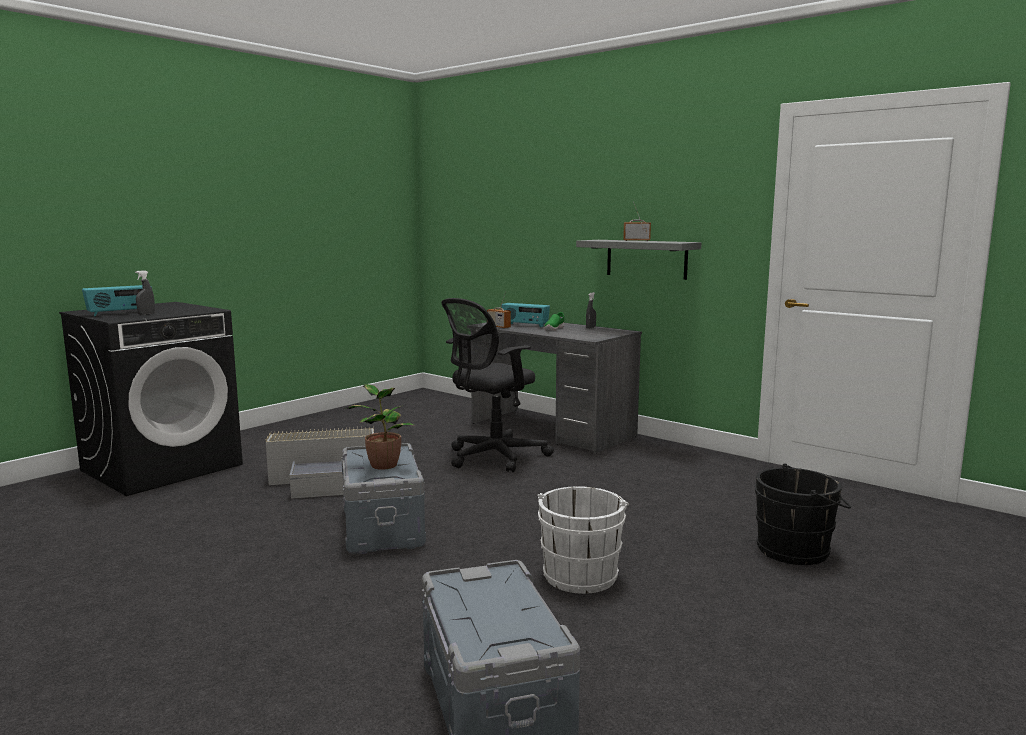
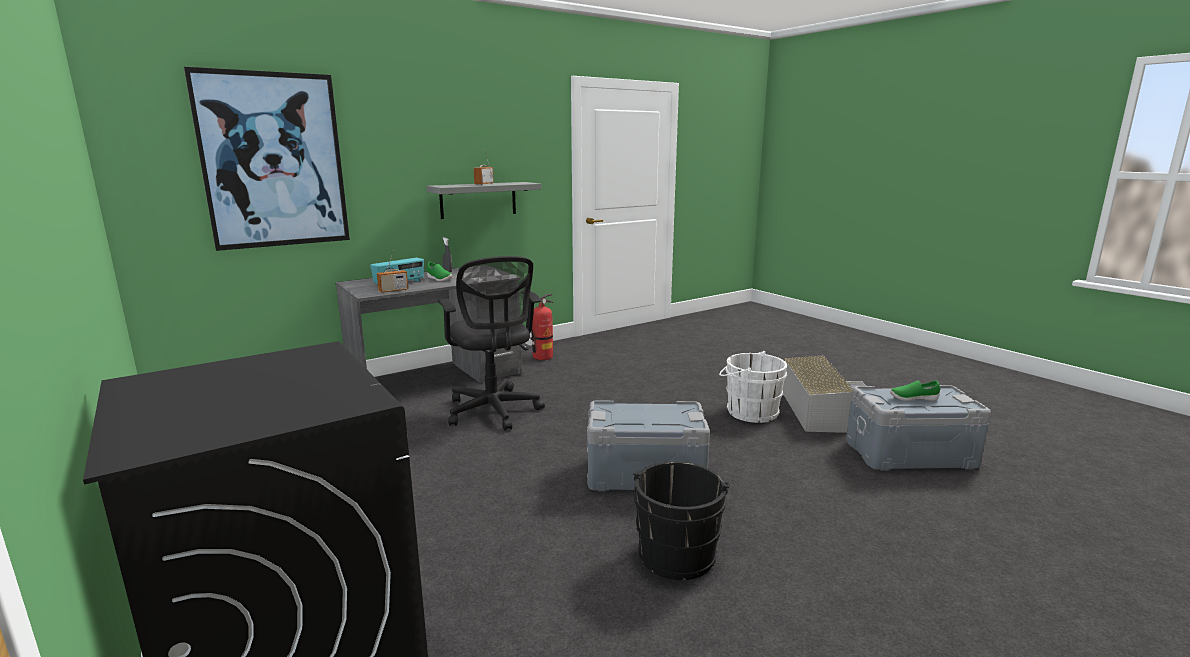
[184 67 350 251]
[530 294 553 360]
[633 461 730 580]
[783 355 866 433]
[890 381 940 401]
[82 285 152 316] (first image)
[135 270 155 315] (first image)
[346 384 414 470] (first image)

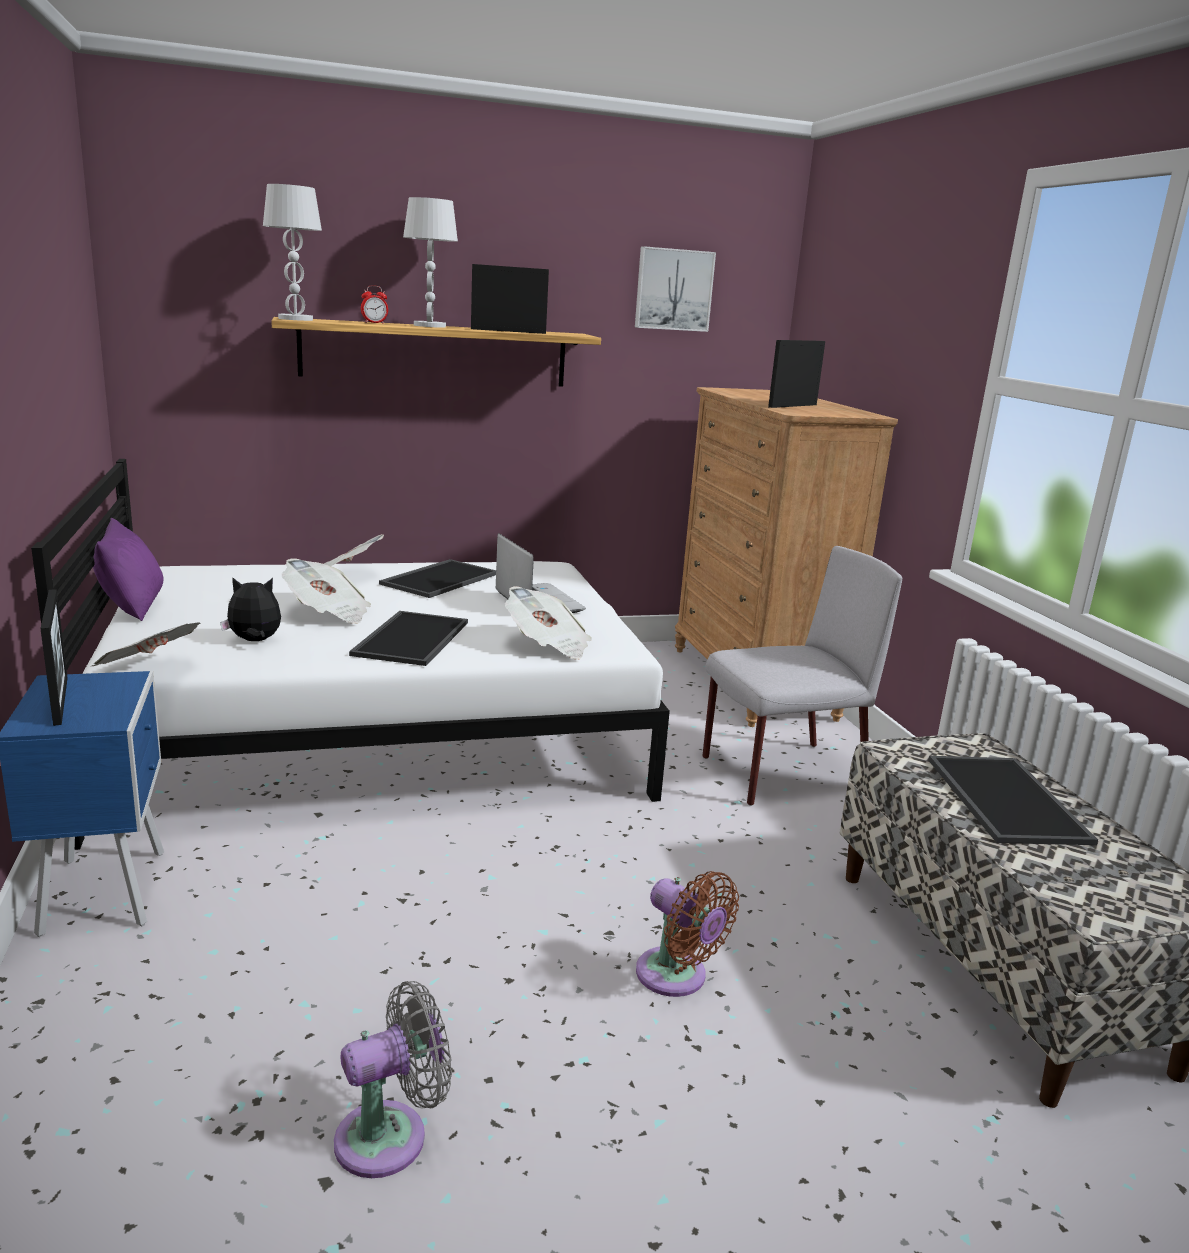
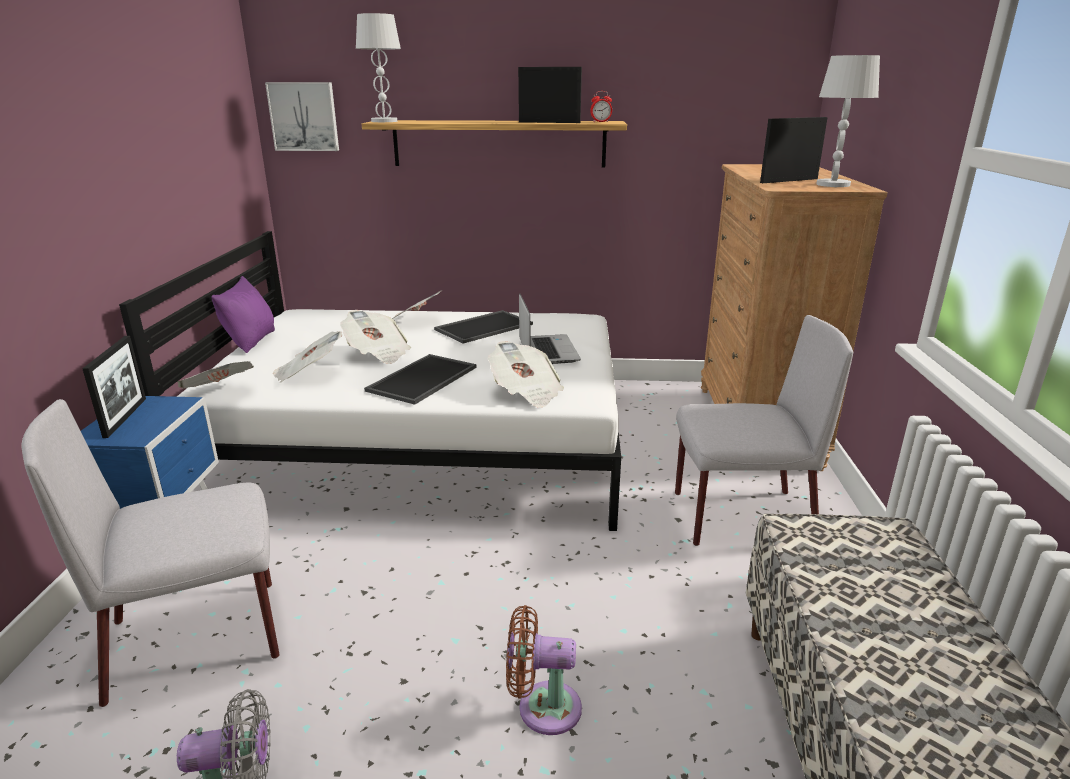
[21 399 280 707]
[265 82 339 151]
[273 331 342 383]
[506 605 582 735]
[590 91 612 122]
[817 55 880 187]
[928 756 1098 845] (first image)

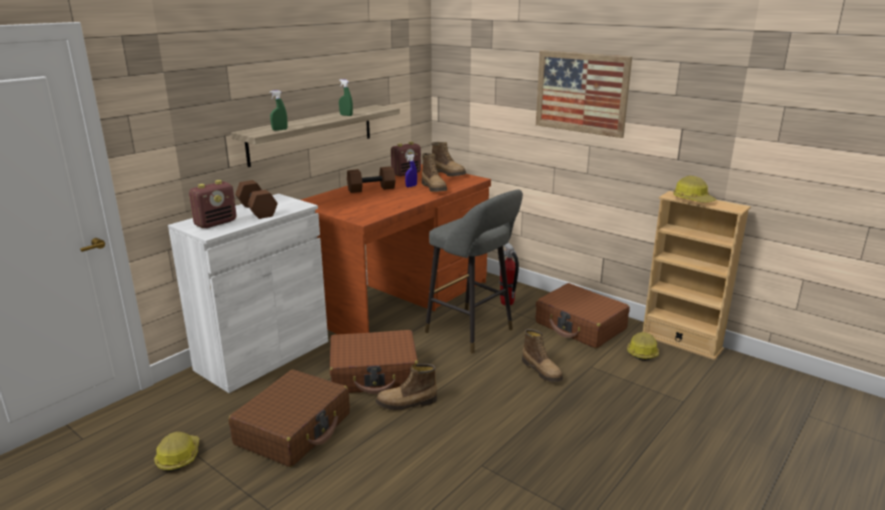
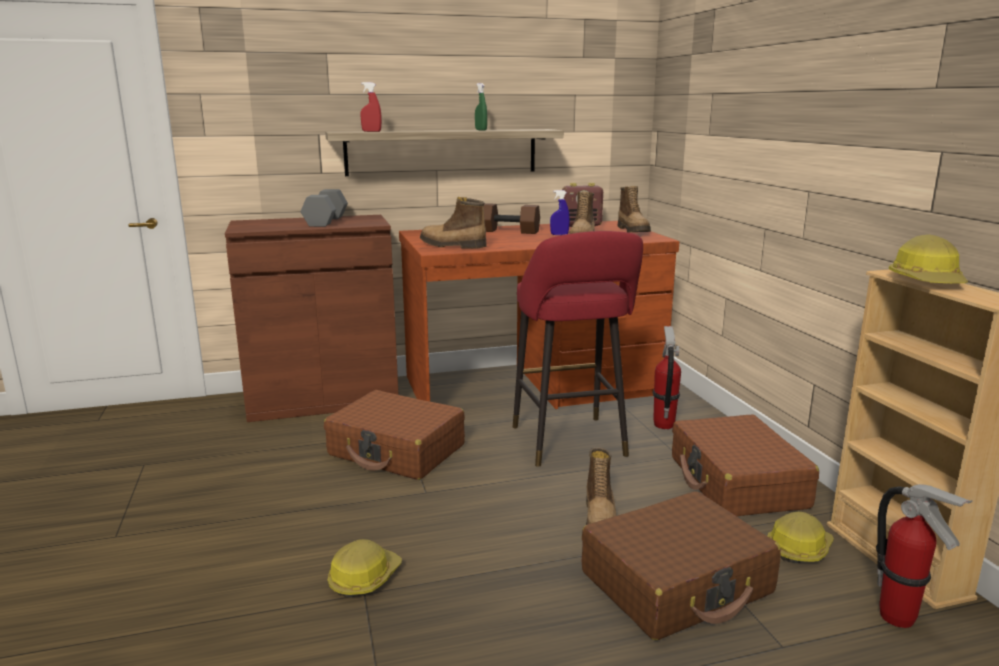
[225 215 399 422]
[301 189 348 227]
[327 539 402 597]
[360 82 382 132]
[420 197 487 249]
[513 231 643 467]
[582 491 781 640]
[877 484 972 628]
[189 180 237 228] (first image)
[536 50 632 138] (first image)

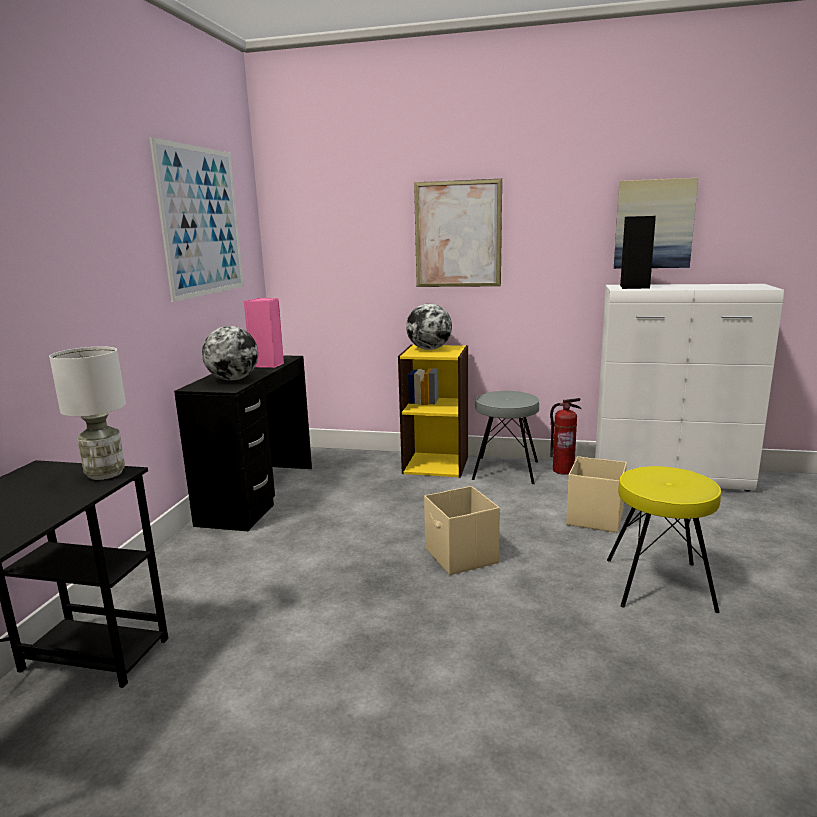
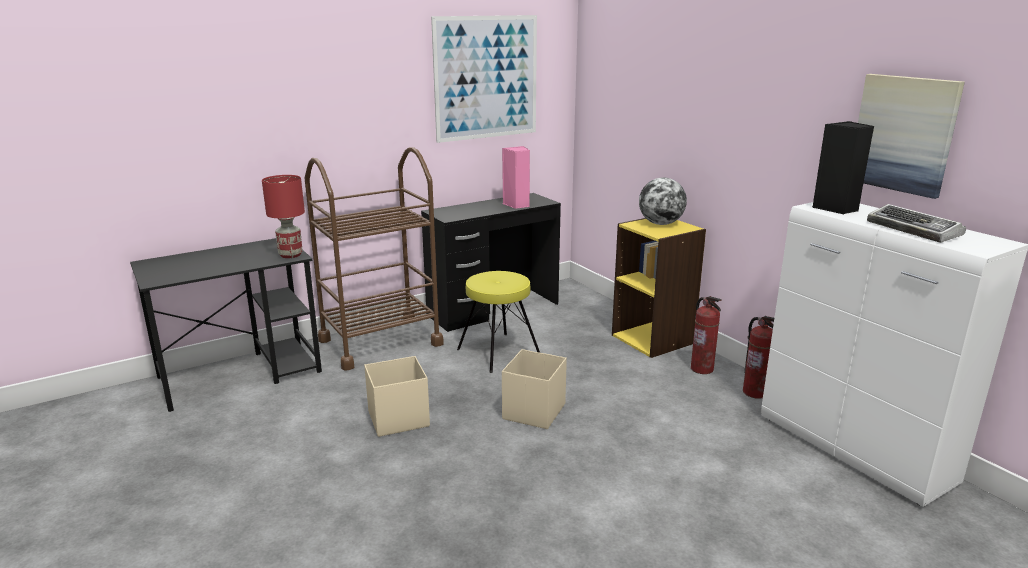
[262 175 305 258]
[305 147 444 371]
[364 356 430 437]
[457 271 540 373]
[691 296 722 374]
[867 204 966 243]
[202 326 258 381] (first image)
[414 179 502 287] (first image)

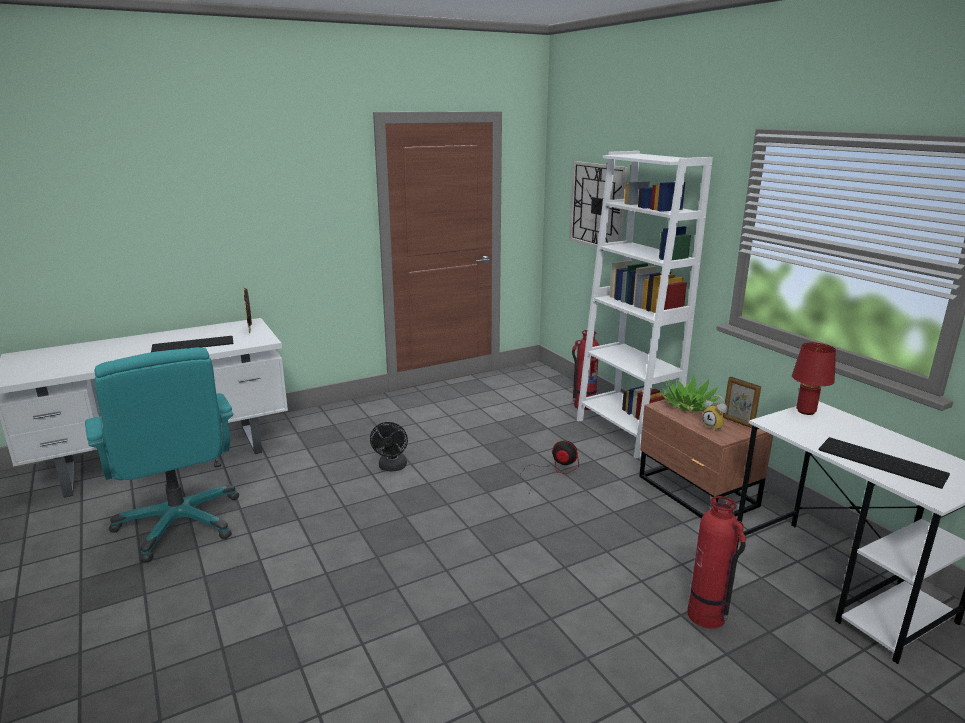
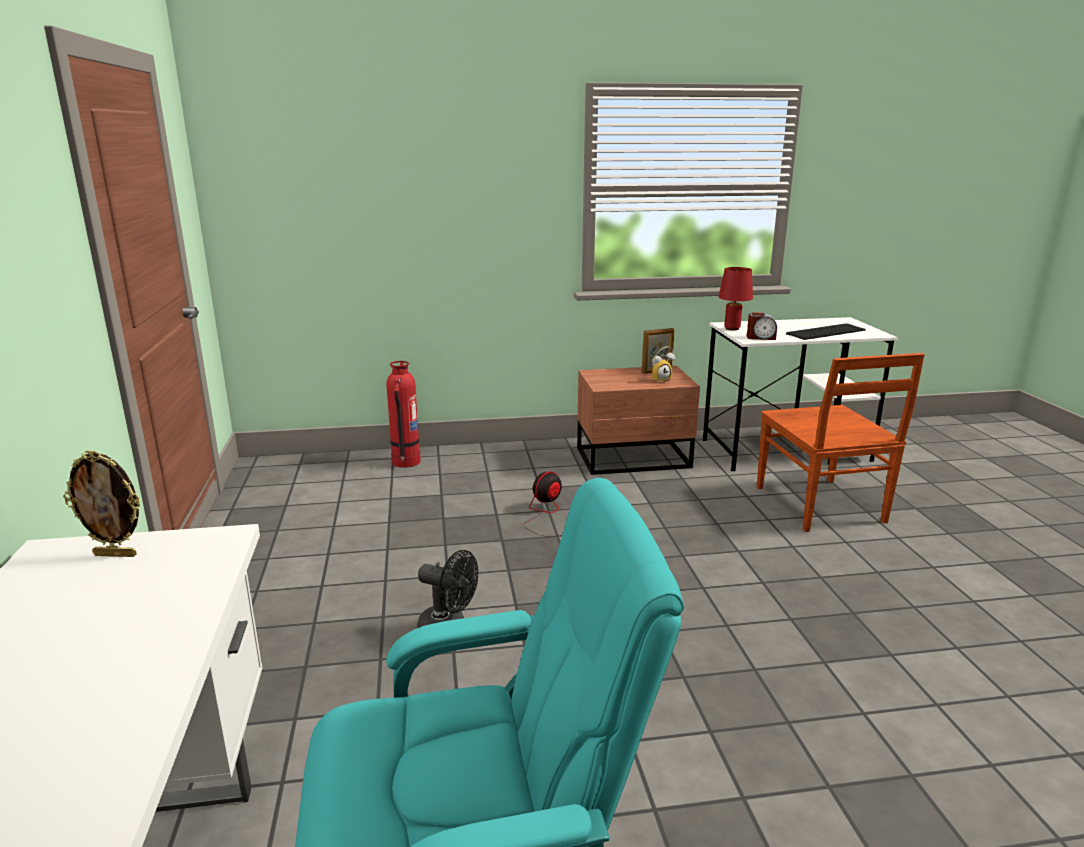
[747 312 777 340]
[757 353 925 532]
[151 336 233 352] (first image)
[570 161 628 248] (first image)
[577 151 713 458] (first image)
[660 375 721 412] (first image)

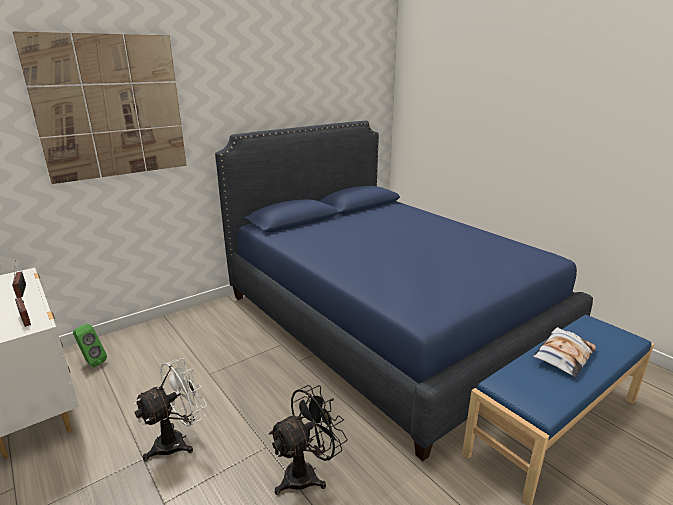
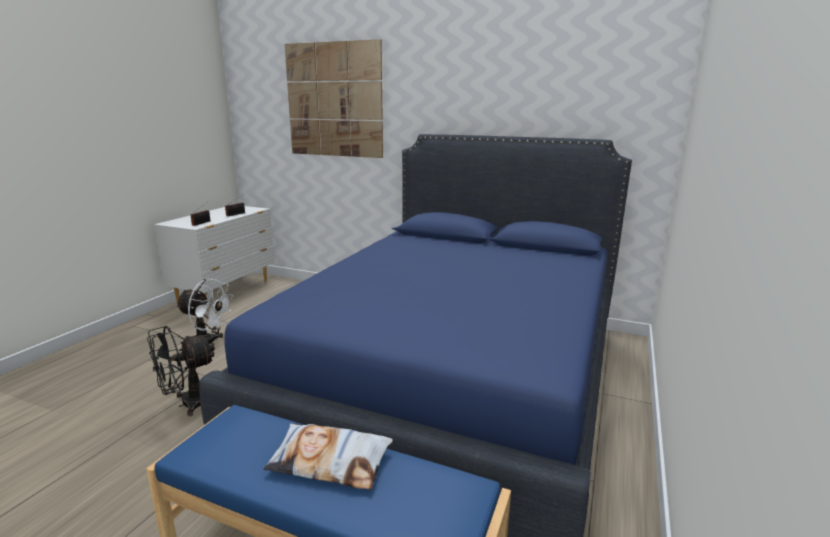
[147 326 215 416]
[73 324 107 367] (first image)

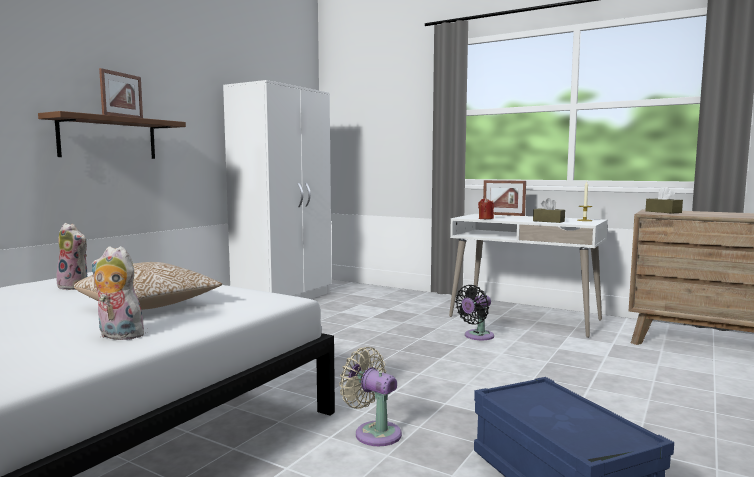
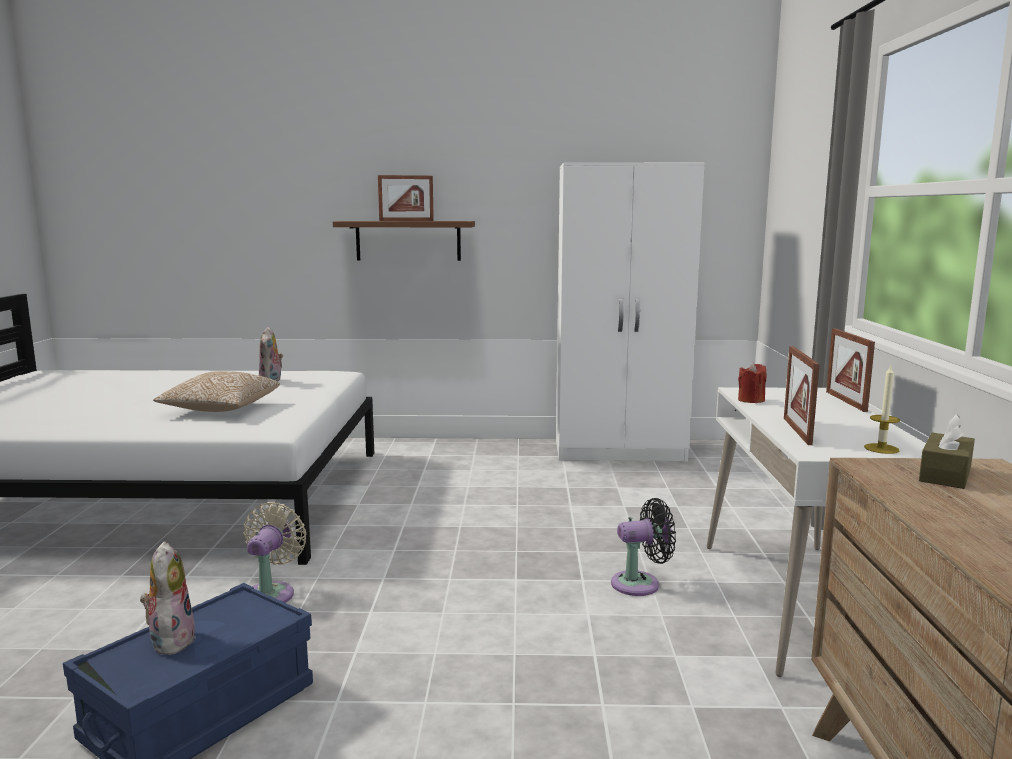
[140 541 196 655]
[611 498 676 596]
[784 346 820 445]

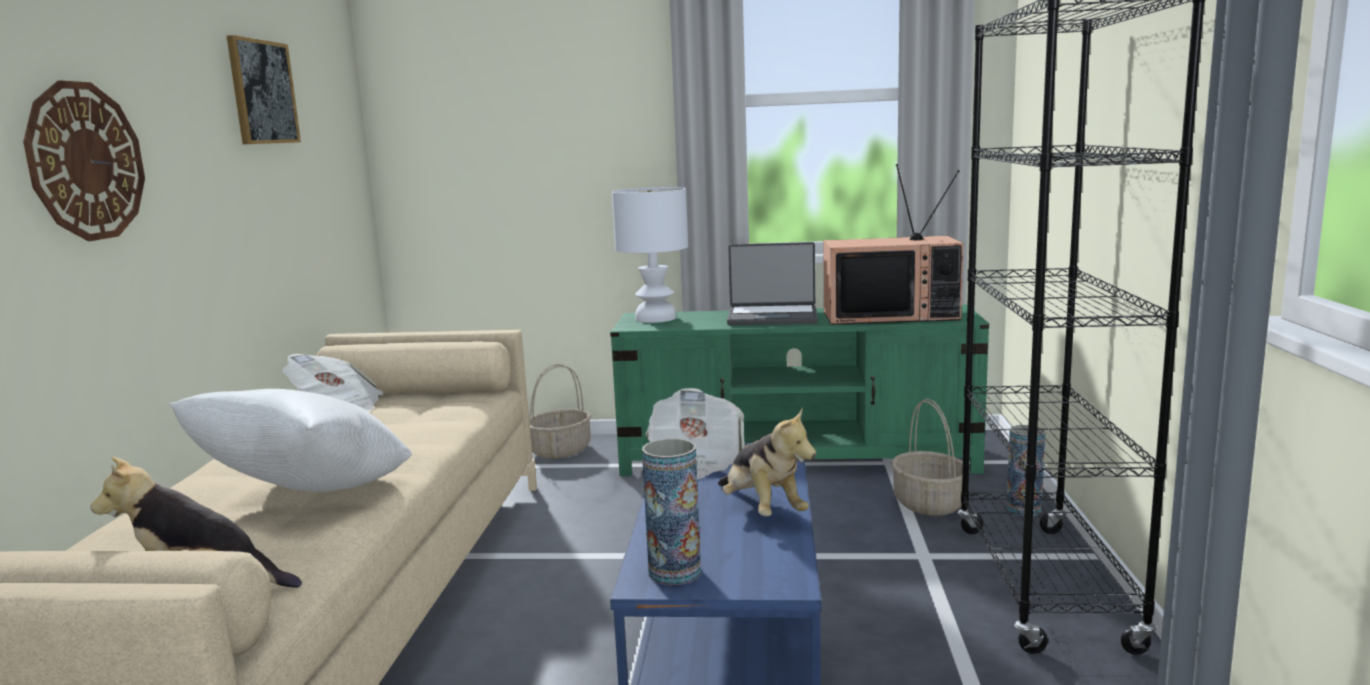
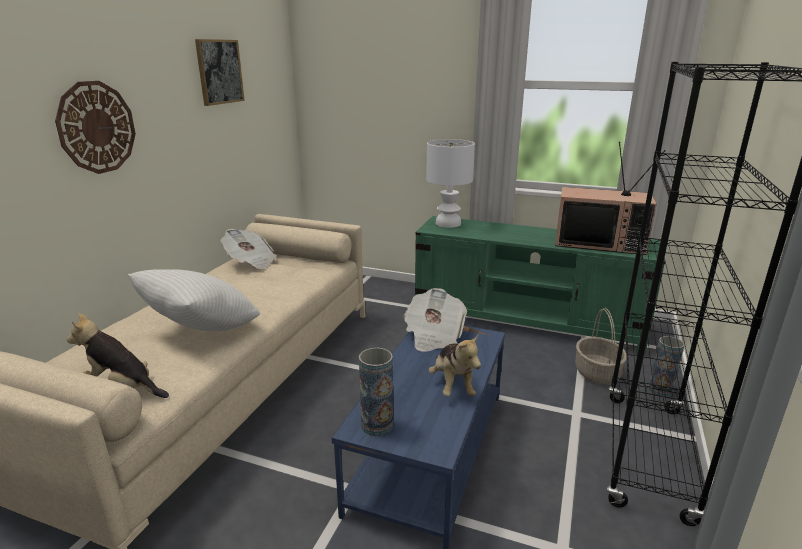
[529 364 591 459] (first image)
[727 242 818 325] (first image)

